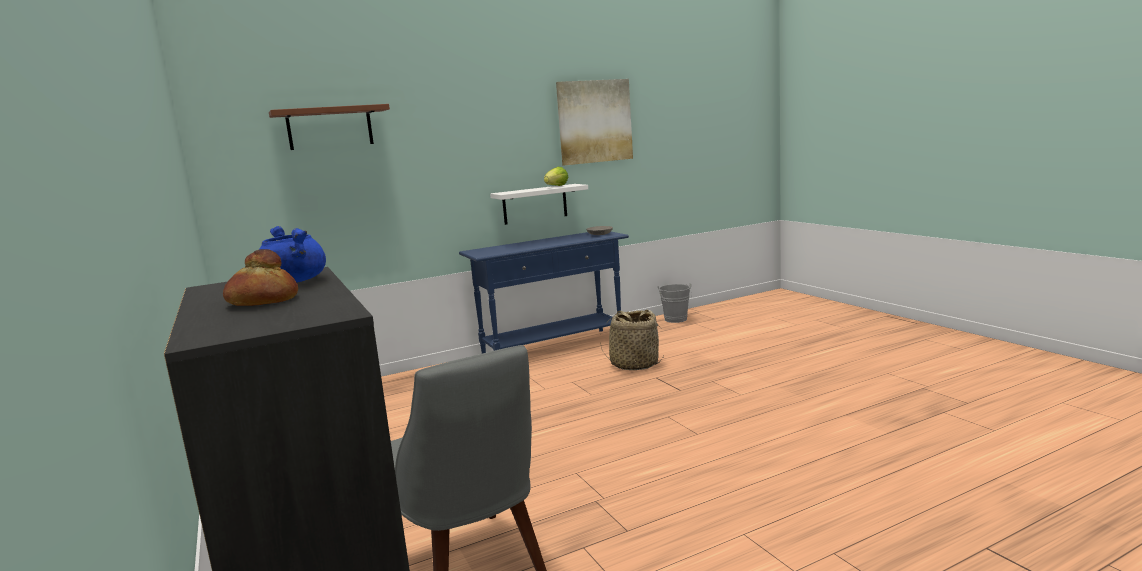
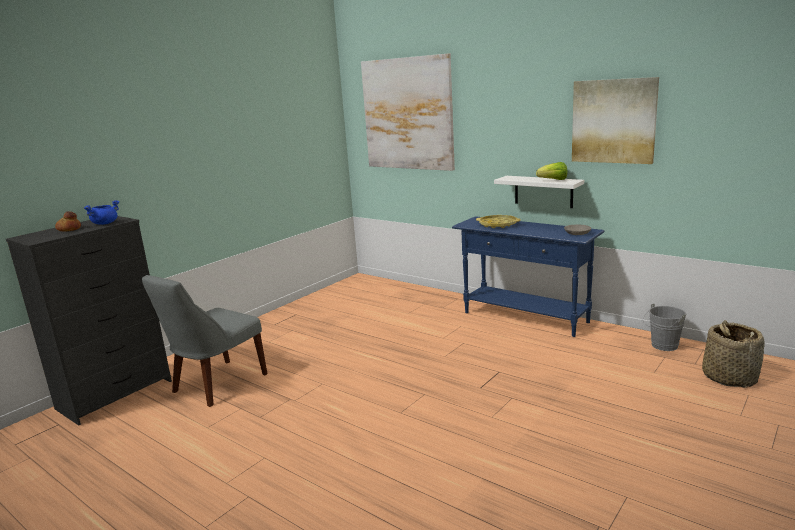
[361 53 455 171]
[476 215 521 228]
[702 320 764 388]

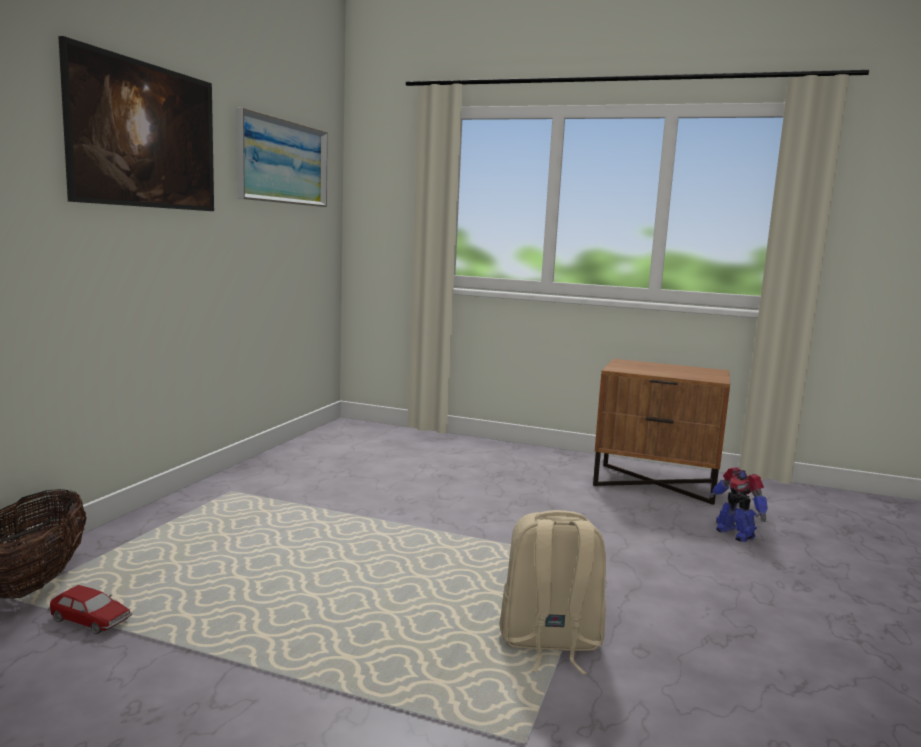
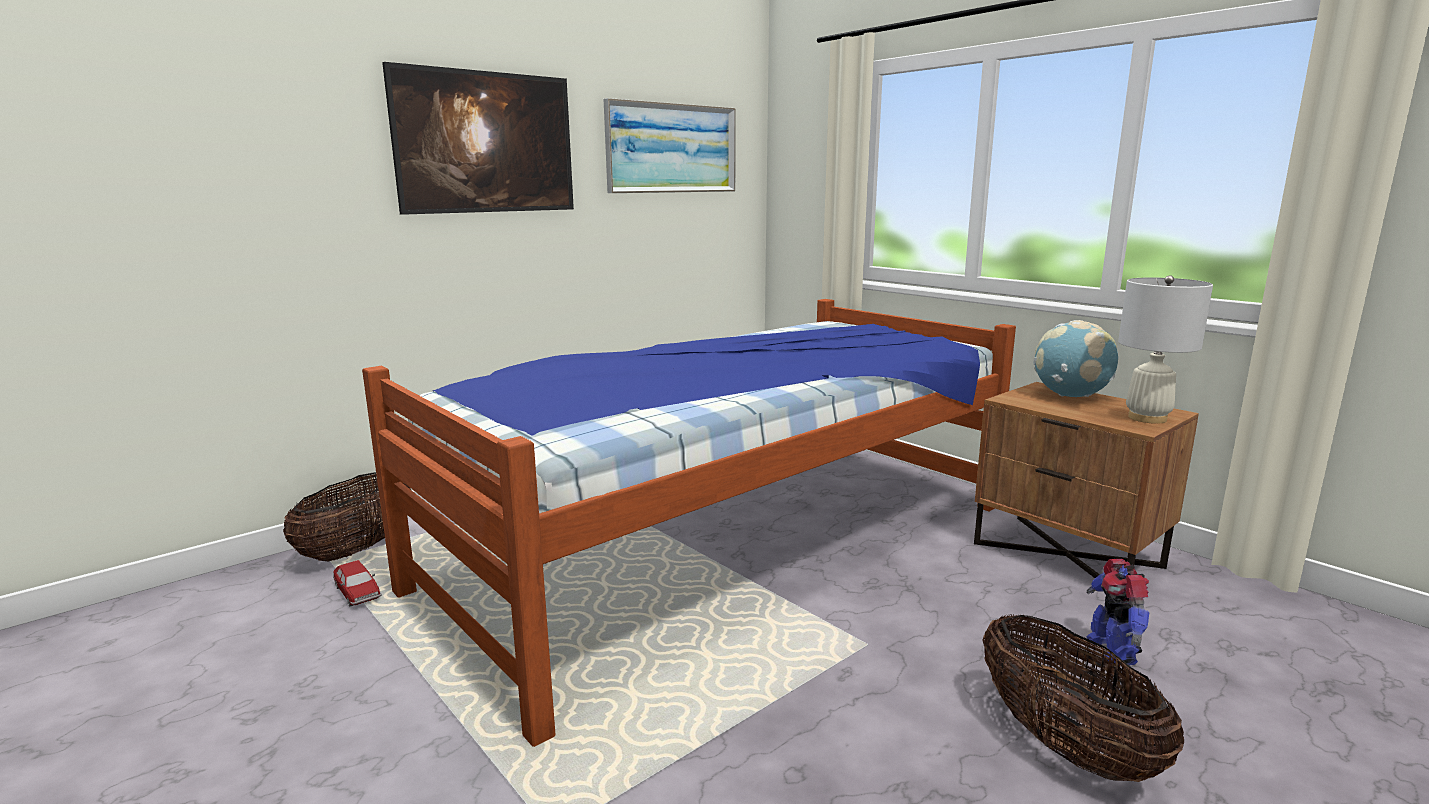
[362 299 1016 747]
[982 613 1184 782]
[1033 320 1118 397]
[1118 275 1213 424]
[499 510 606 674] (first image)

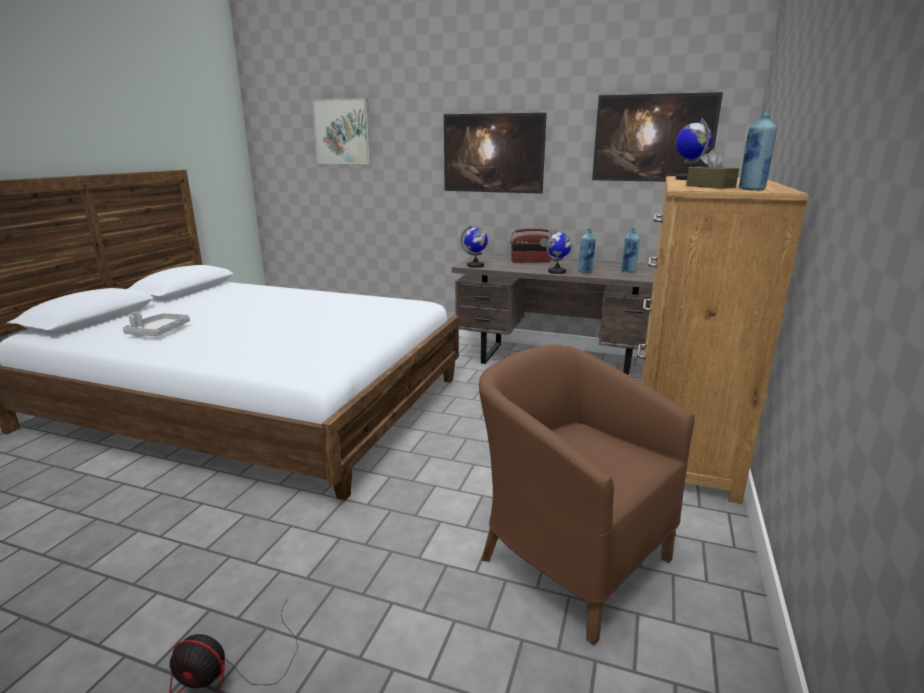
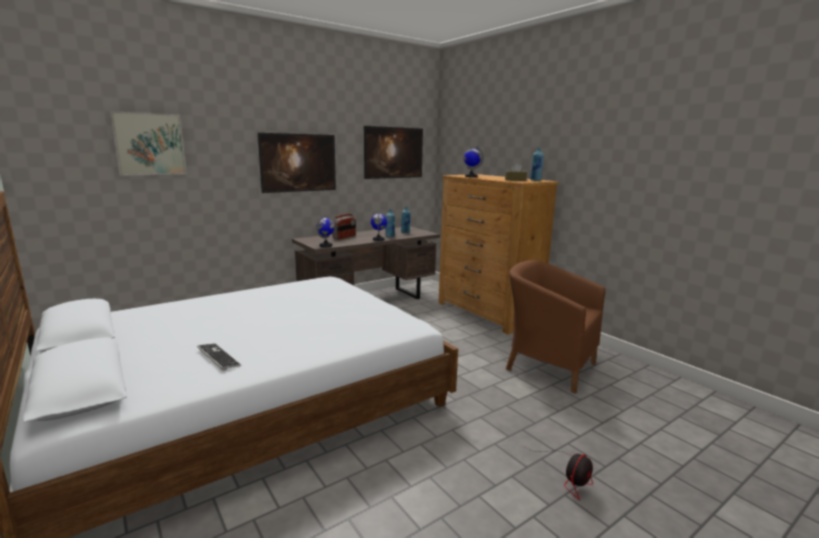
[197 343 241 371]
[506 260 606 394]

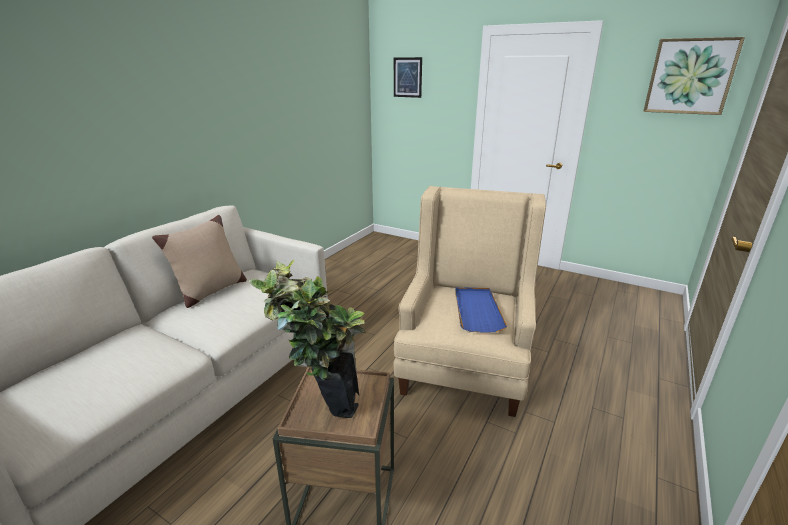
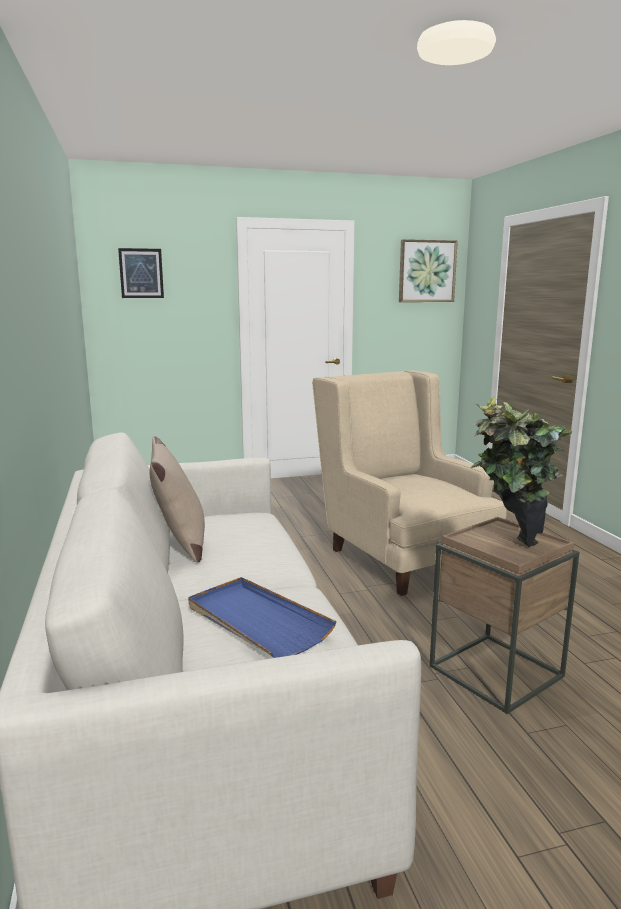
[188 577 337 658]

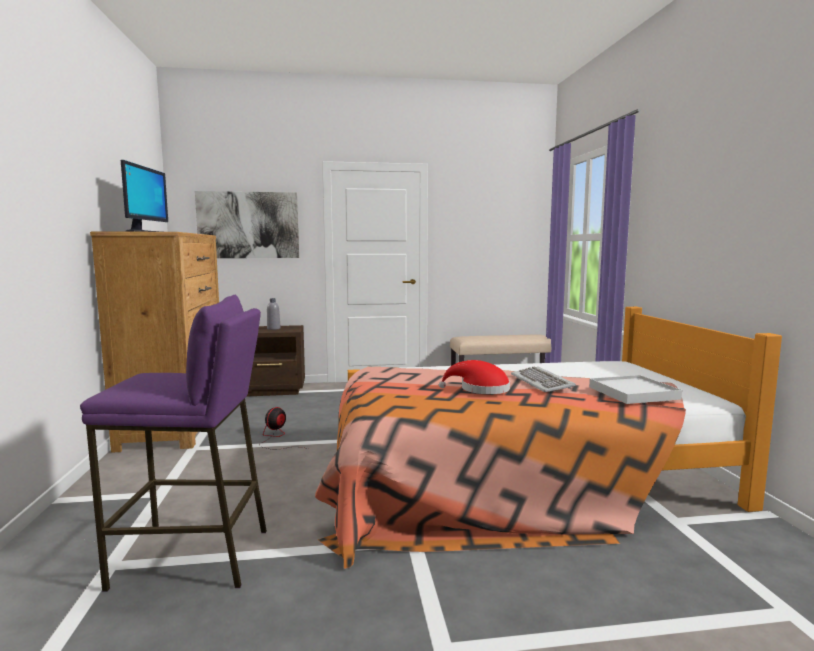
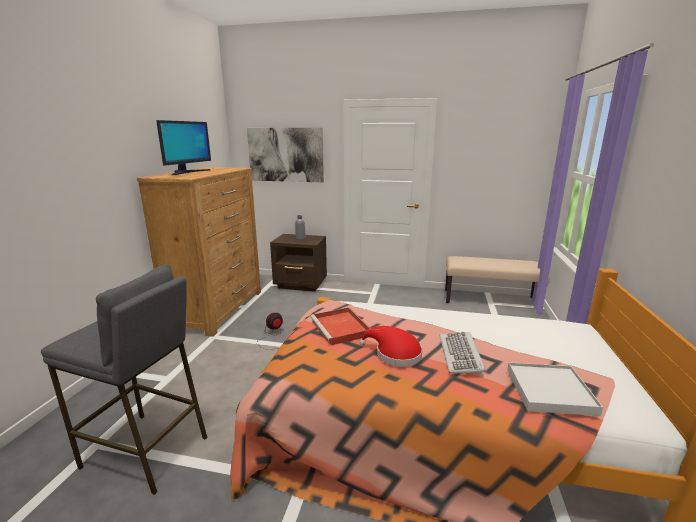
[41 264 207 495]
[311 308 370 346]

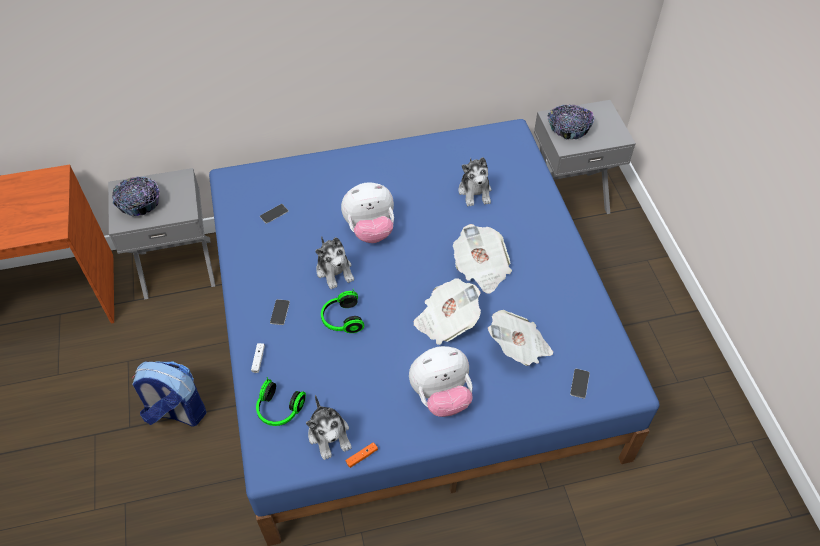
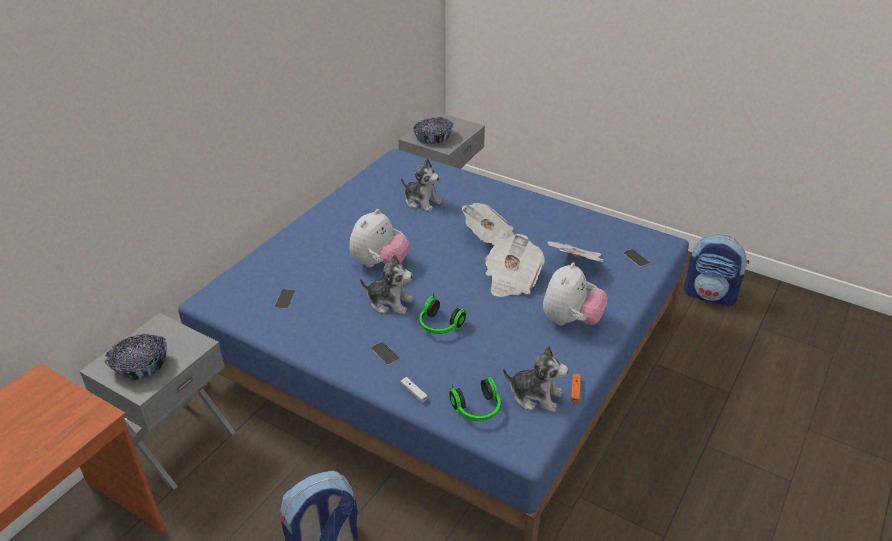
[683 235 749 307]

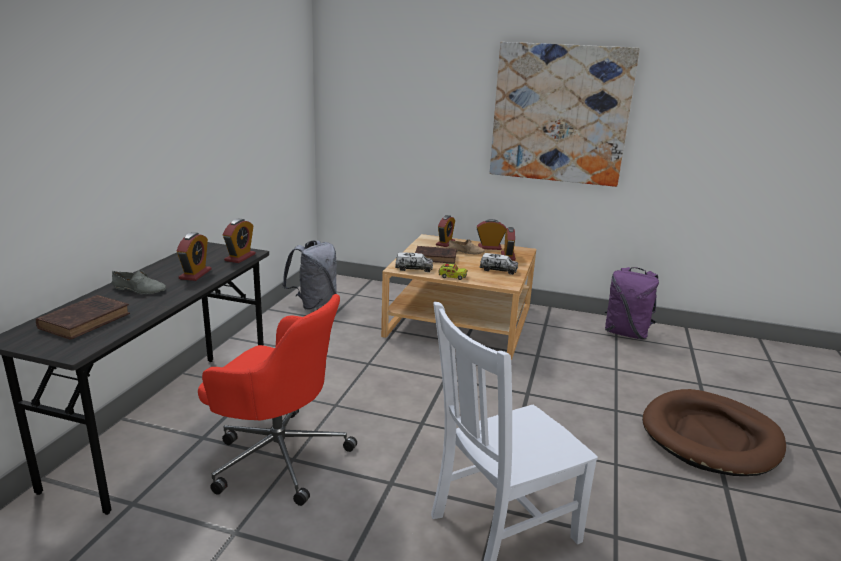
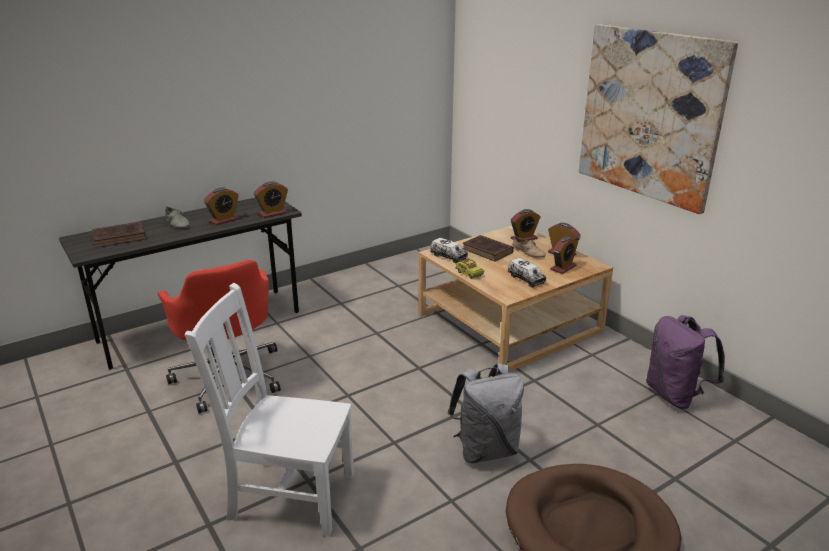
[448 363 524 463]

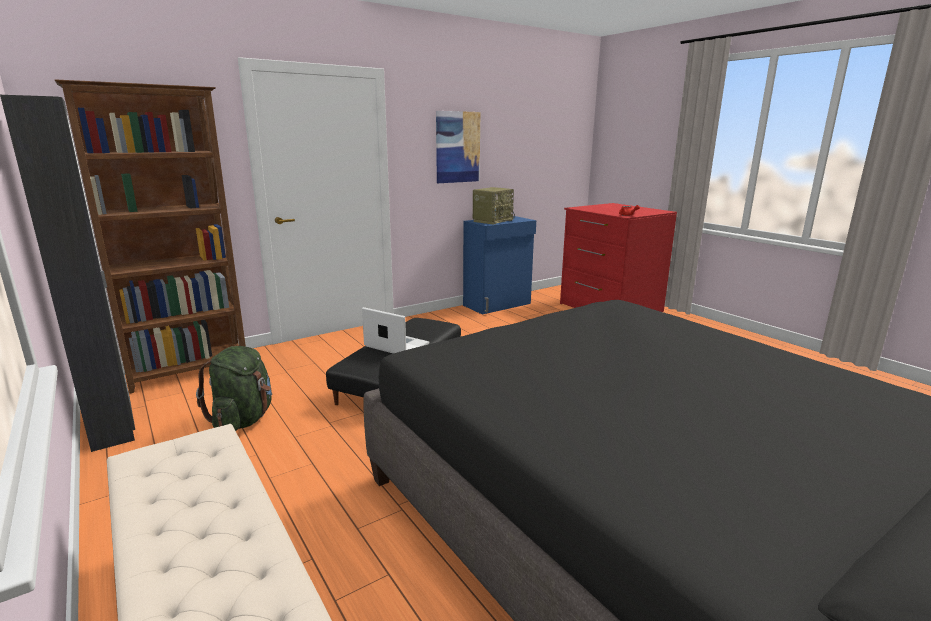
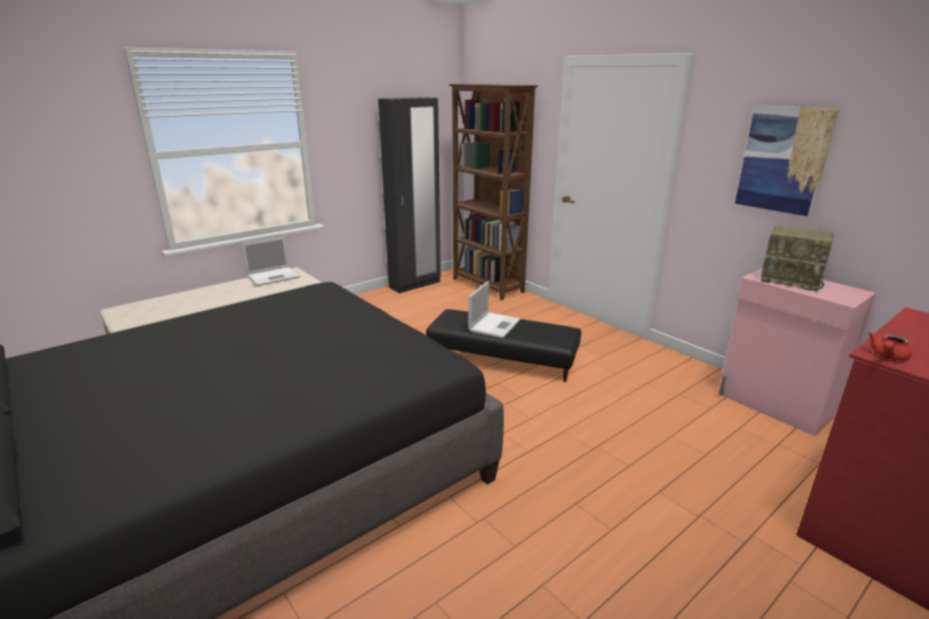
[242 237 300 286]
[718 268 876 436]
[196 346 272 431] (first image)

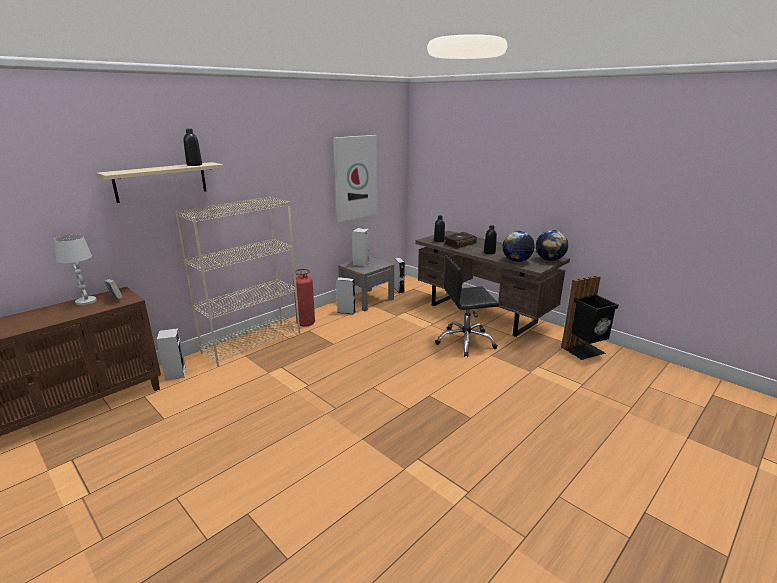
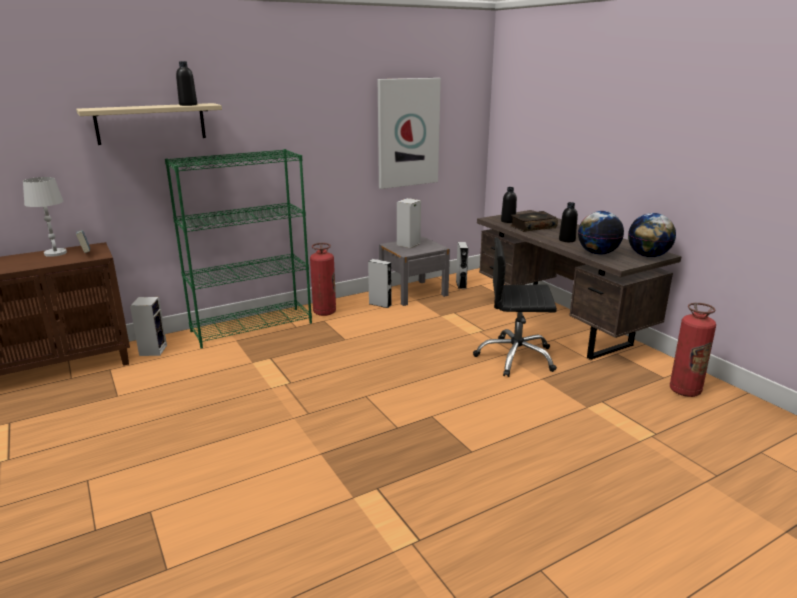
[165 149 312 348]
[670 303 716 397]

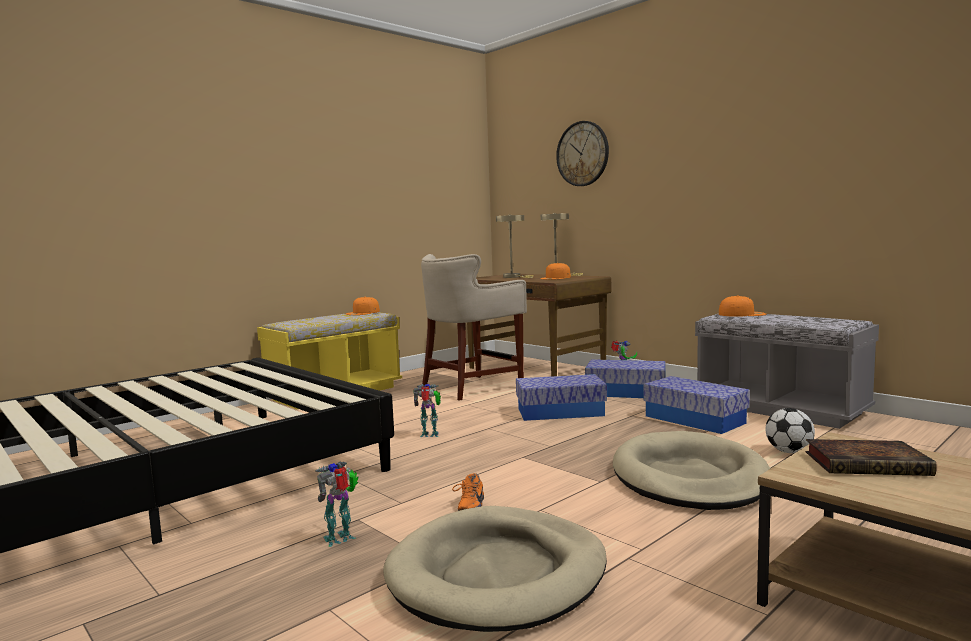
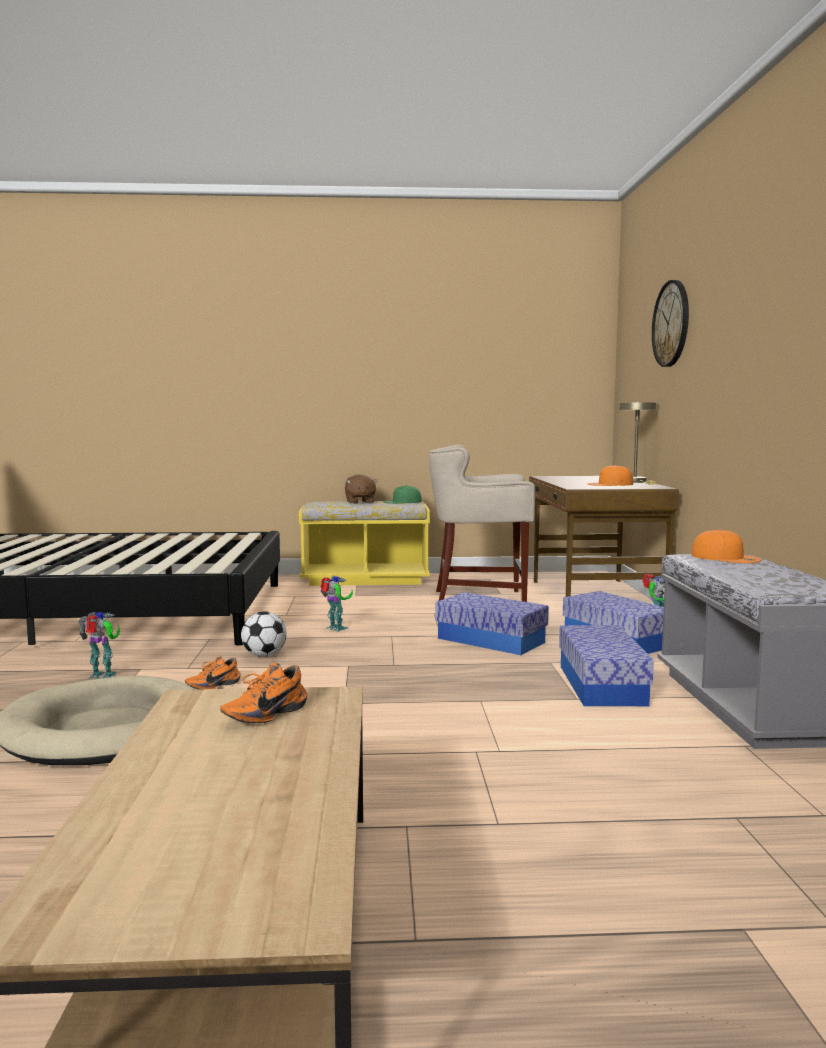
[220 663 307 723]
[241 611 287 657]
[345 474 378 504]
[383 485 422 504]
[496 214 534 278] (first image)
[613 431 770 510] (first image)

